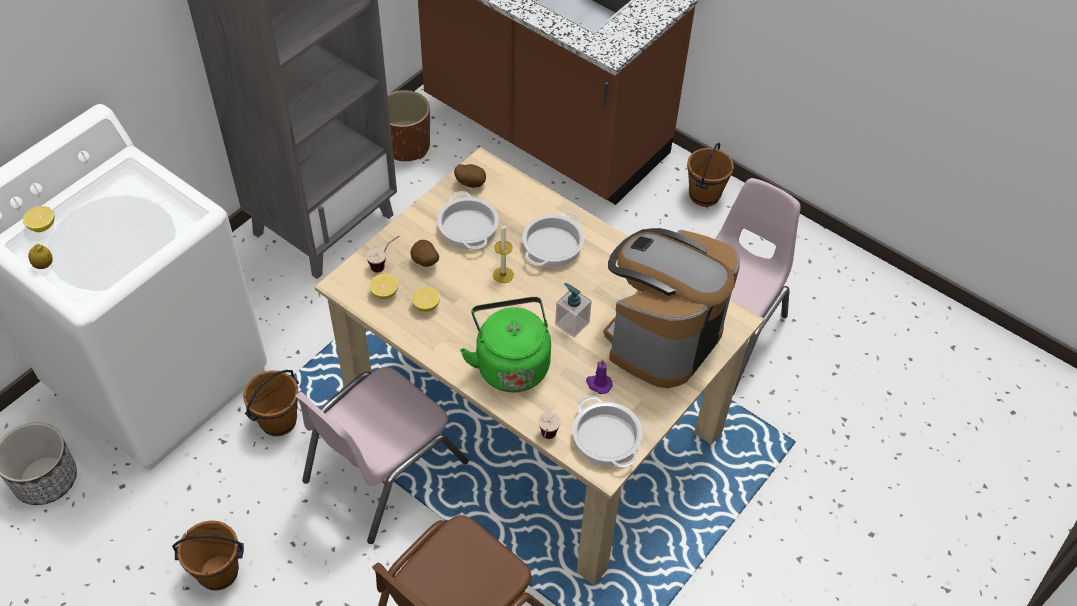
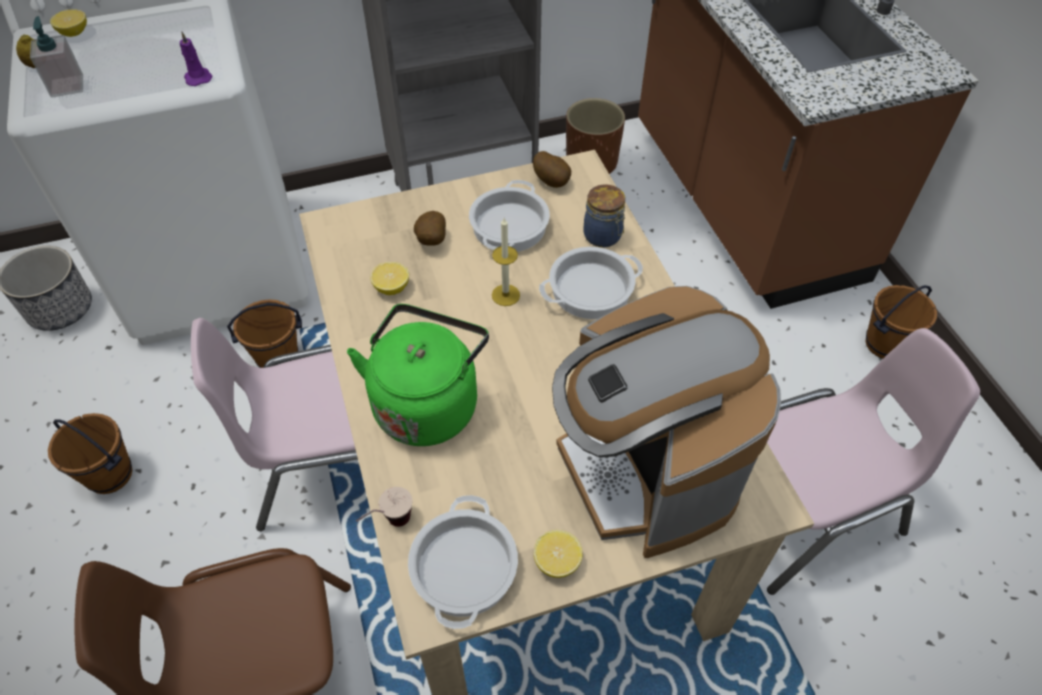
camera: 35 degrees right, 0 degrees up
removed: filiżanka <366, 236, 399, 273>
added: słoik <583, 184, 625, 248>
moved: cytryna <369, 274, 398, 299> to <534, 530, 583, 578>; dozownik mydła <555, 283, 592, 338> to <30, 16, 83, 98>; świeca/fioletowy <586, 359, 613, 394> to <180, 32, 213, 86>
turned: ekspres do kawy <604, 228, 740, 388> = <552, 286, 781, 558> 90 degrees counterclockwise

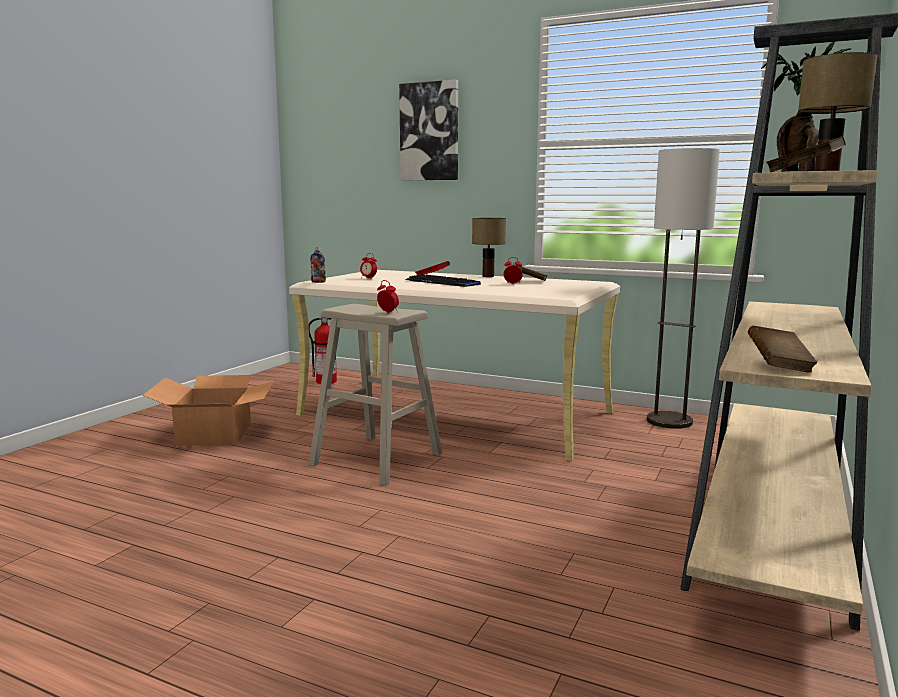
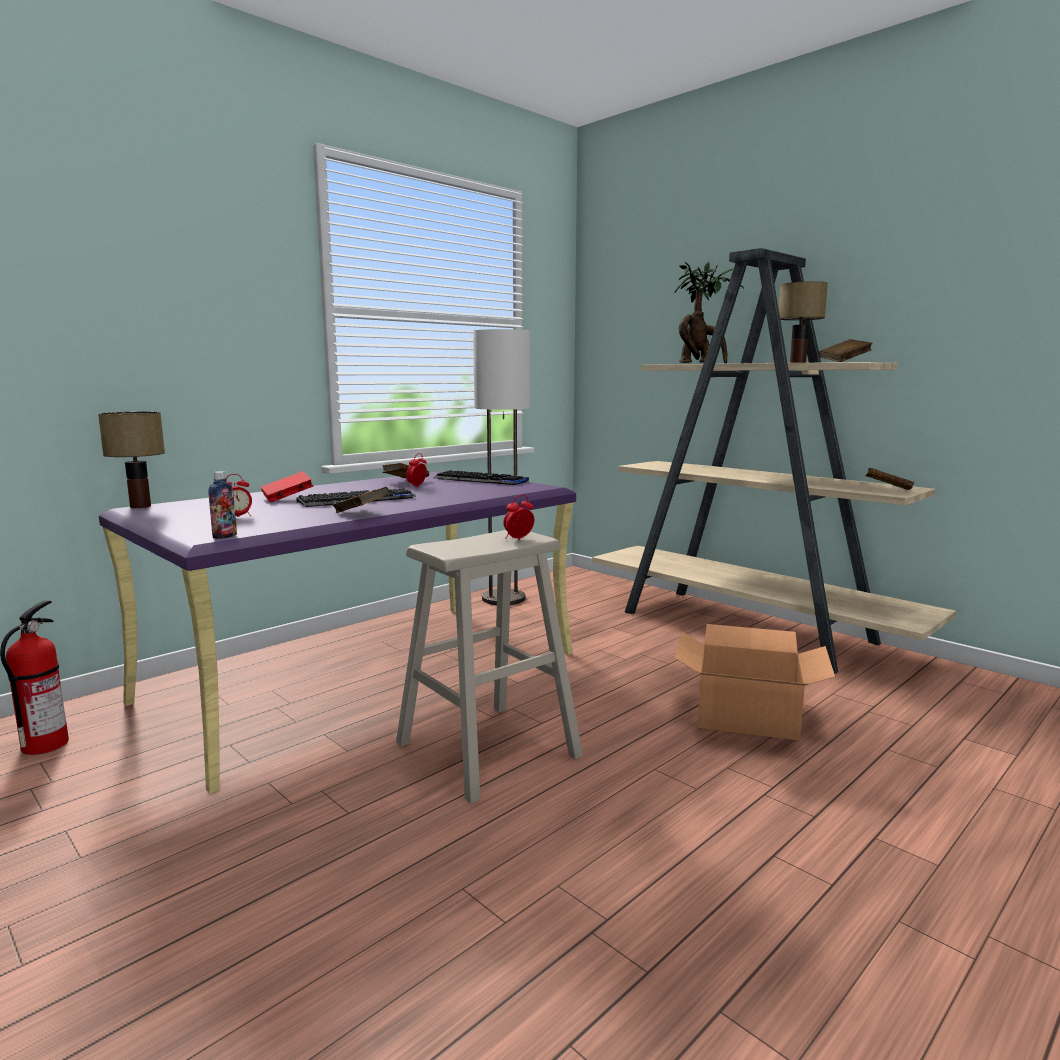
camera: 70 degrees left, 0 degrees up
removed: obraz <399, 79, 458, 180>
added: klawiatura <433, 470, 529, 485>; książka/brązowy <332, 487, 389, 513>
moved: lampa stołowa <472, 218, 506, 277> to <98, 412, 165, 508>; karton <143, 375, 275, 446> to <675, 624, 835, 740>
recoloured: biurko/beżowy <289, 270, 620, 461> to biurko/fioletowy <99, 470, 576, 794>

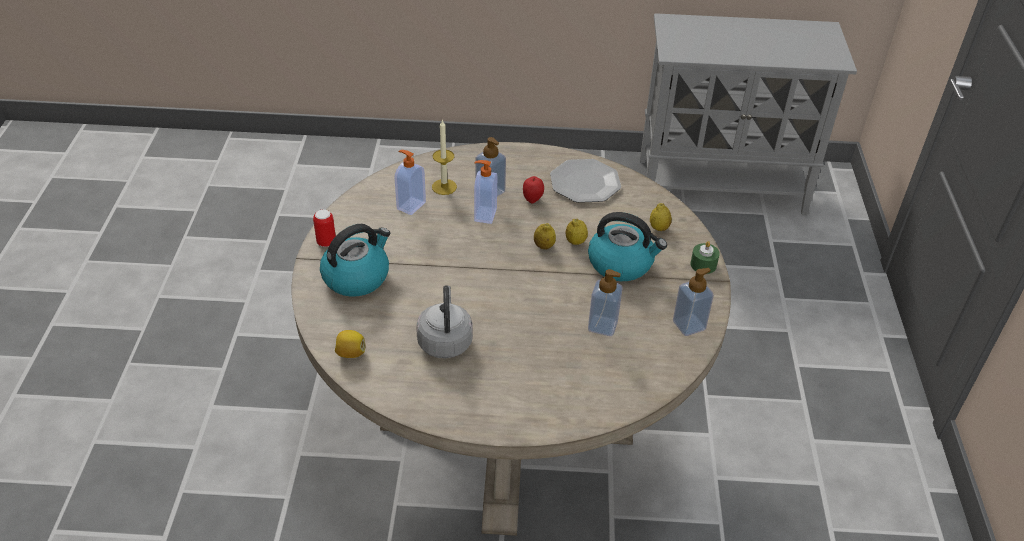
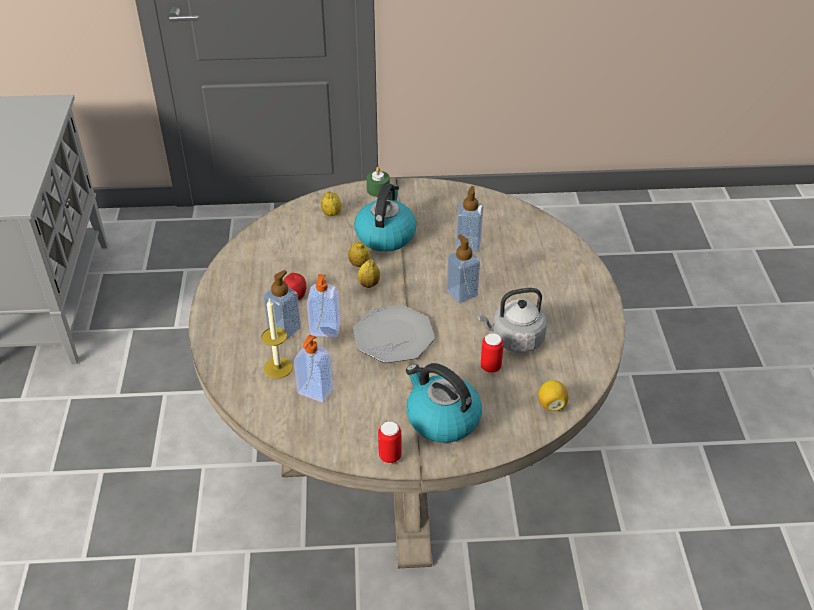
camera: 95 degrees left, 0 degrees up
added: puszka <481, 333, 504, 373>
moved: talerz <550, 159, 621, 203> to <353, 305, 435, 363>; dozownik mydła <673, 268, 714, 336> to <447, 234, 480, 303>

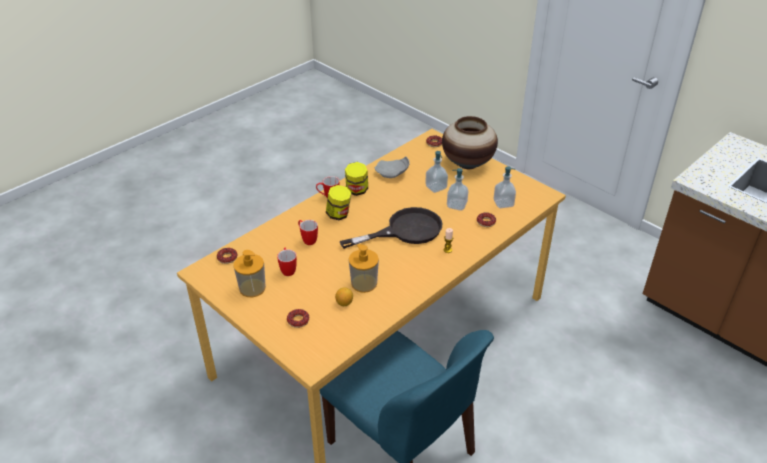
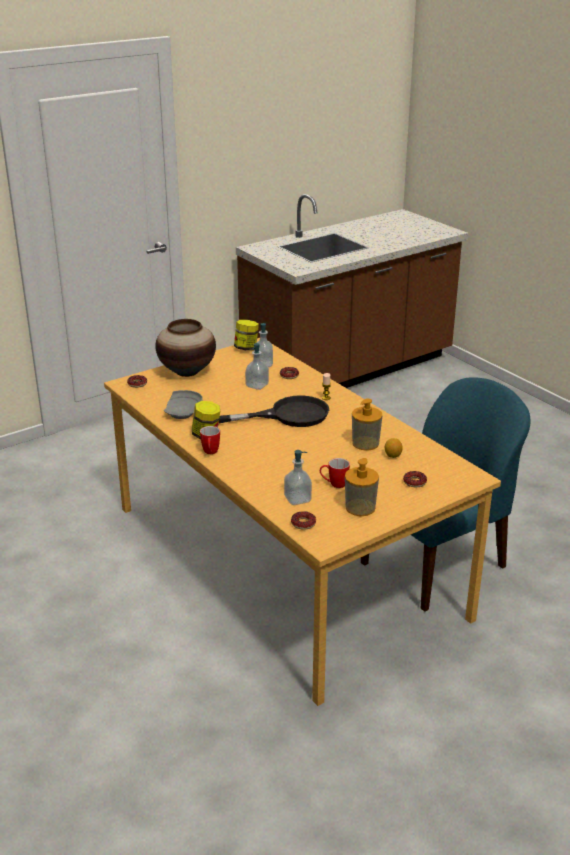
camera: 80 degrees left, 10 degrees down
removed: kubek <298, 220, 318, 245>
moved: dozownik mydła <425, 151, 448, 193> to <284, 450, 312, 505>; słoik <326, 185, 351, 220> to <234, 320, 259, 350>
turned: patelnia/czarny <340, 207, 442, 249> = <219, 395, 329, 427> 90 degrees clockwise

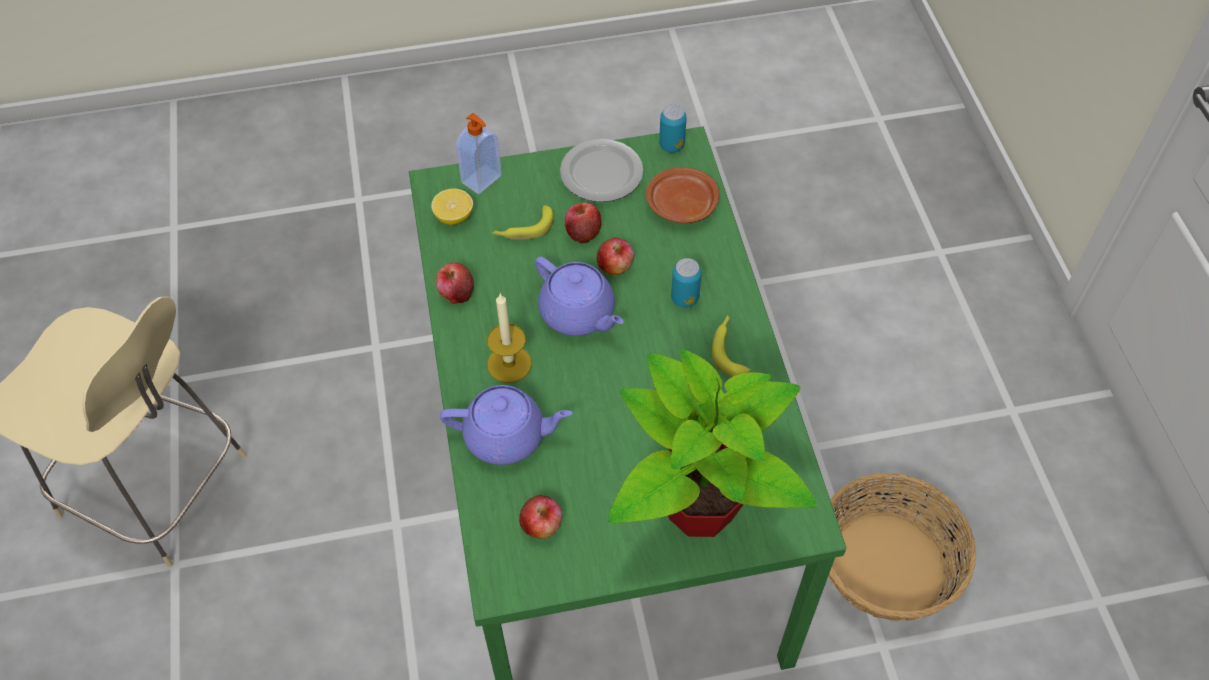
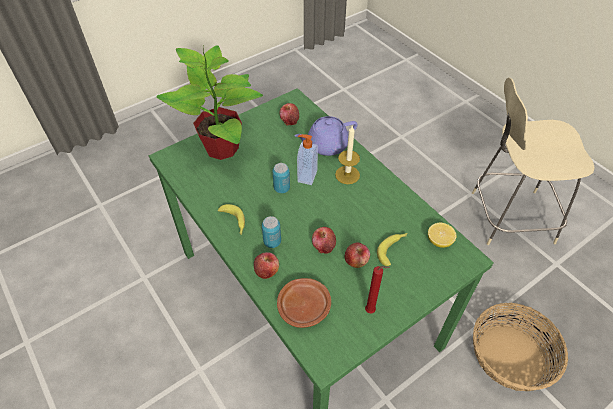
camera: 155 degrees right, 5 degrees down
removed: imbryk/fioletowy <535, 256, 624, 336>
moved: puszka <659, 104, 687, 153> to <272, 163, 290, 193>; dozownik mydła <456, 113, 502, 194> to <297, 134, 318, 185>; jabłko <436, 262, 474, 304> to <254, 252, 279, 279>; koszyk <828, 473, 976, 621> to <473, 303, 568, 391>
replaced: talerz <560, 139, 643, 202> to świeca/czerwony <365, 266, 390, 313>

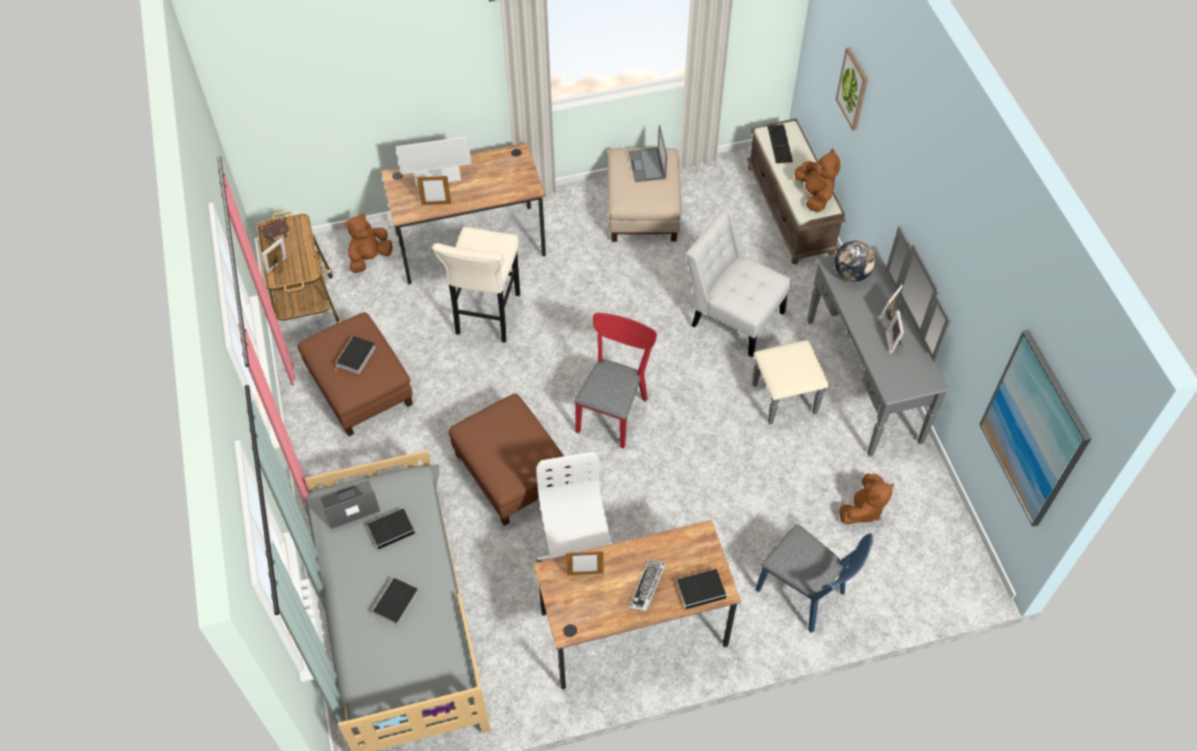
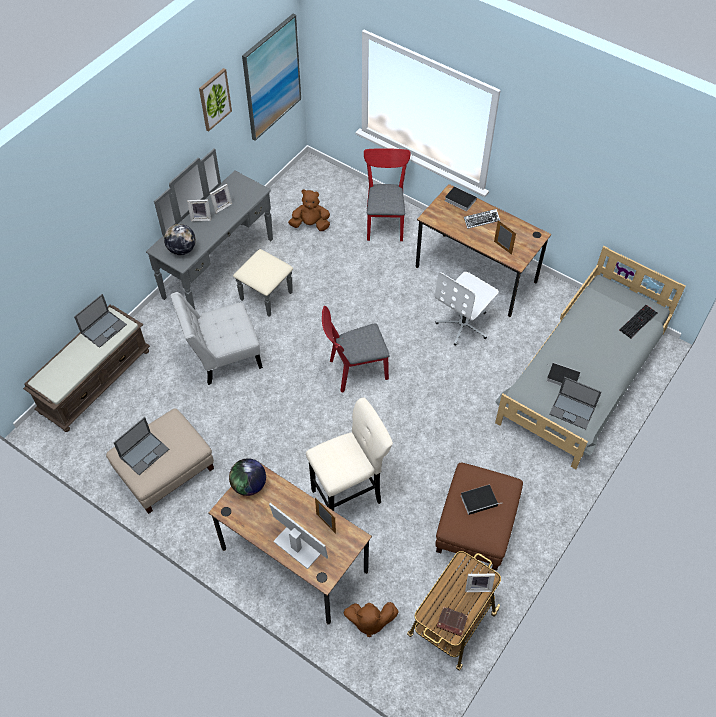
camera: 130 degrees left, 0 degrees up
removed: pufa/brązowy <448, 394, 570, 526>; książka <370, 577, 419, 626>
added: globus <229, 458, 266, 496>
moved: obraz <836, 47, 868, 131> to <199, 68, 232, 131>; klawiatura <767, 124, 793, 163> to <619, 305, 657, 338>
replaced: pluszak/brązowy <795, 148, 840, 212> to laptop <74, 294, 127, 348>
recoloured: krzesło/niebieski <755, 524, 873, 633> to krzesło/czerwony <364, 148, 411, 241>
turned: krzesło/biały <686, 209, 791, 357> = <170, 292, 263, 385> 75 degrees clockwise

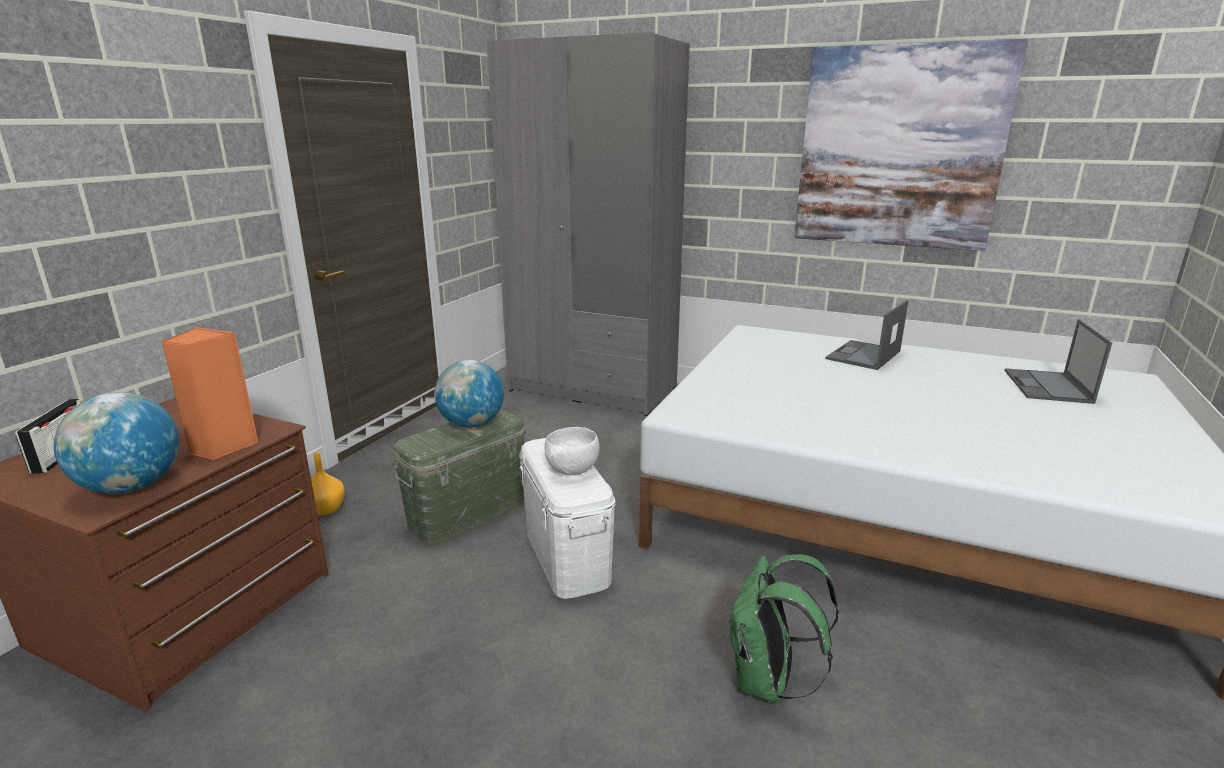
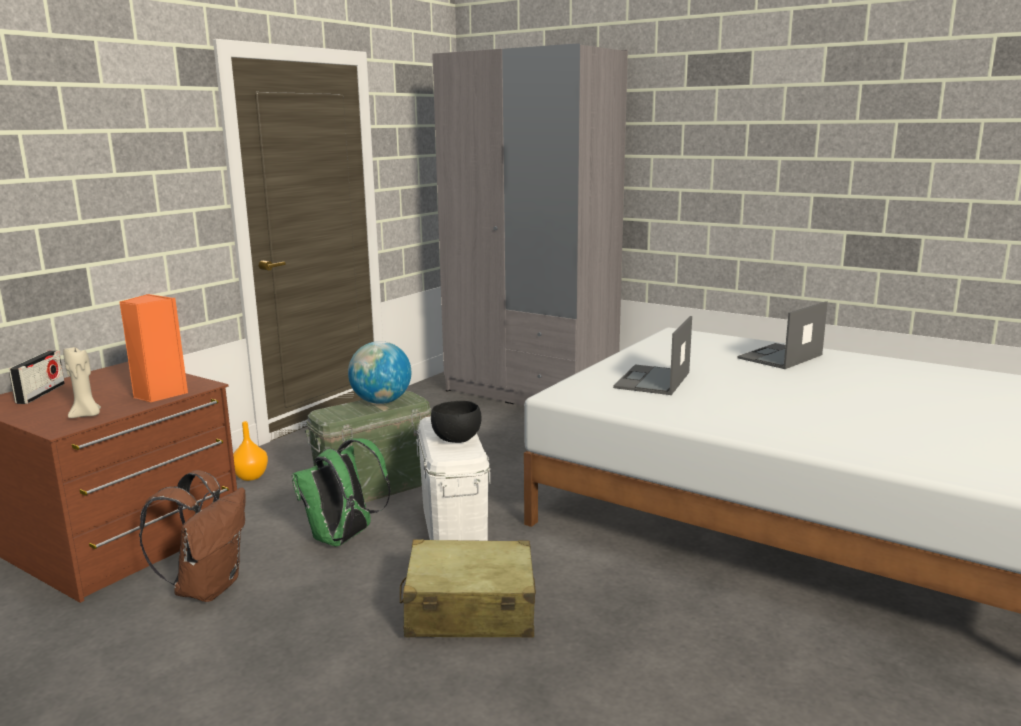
camera: 10 degrees right, 5 degrees down
removed: obraz <794, 39, 1028, 251>
added: plecak/brązowy <139, 470, 246, 602>; walizka/beżowy <400, 539, 536, 638>
moved: laptop <1005, 319, 1112, 404> to <613, 316, 692, 395>; plecak/zielony <729, 554, 839, 703> to <292, 438, 391, 547>
replaced: globus <54, 392, 179, 494> to świeca/beżowy <63, 347, 101, 418>
recoloured: miska/biały <545, 427, 600, 475> to miska/czarny <431, 401, 481, 443>

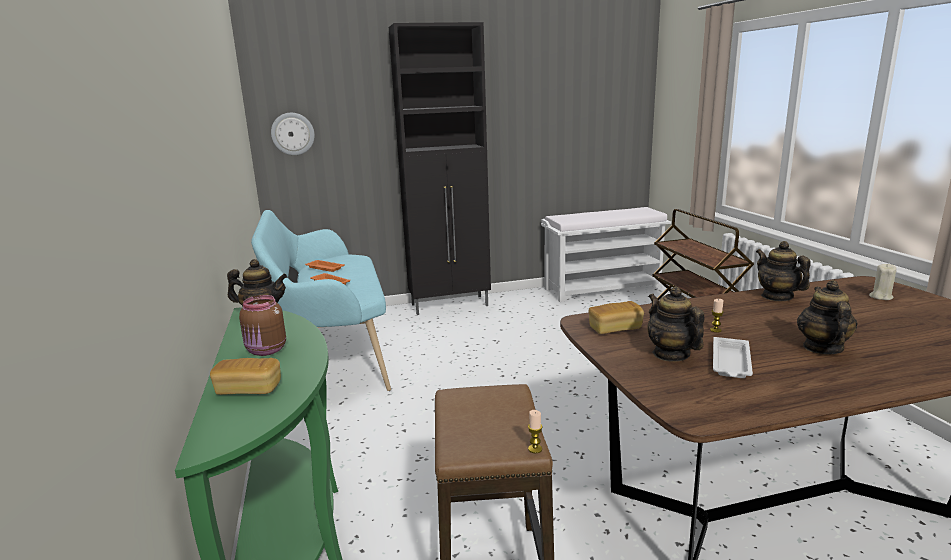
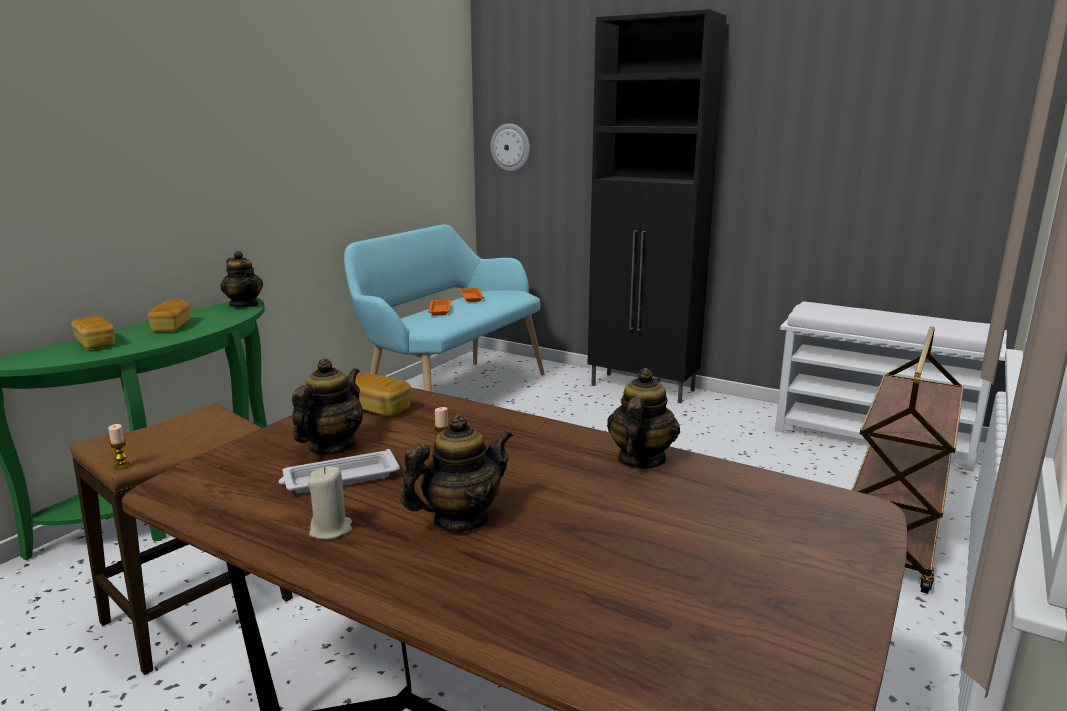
camera: 45 degrees right, 0 degrees up
moved: świeca/beżowy <869, 263, 897, 300> to <308, 467, 352, 539>
replaced: słoik/brązowy <239, 295, 286, 356> to chleb <148, 299, 190, 332>

